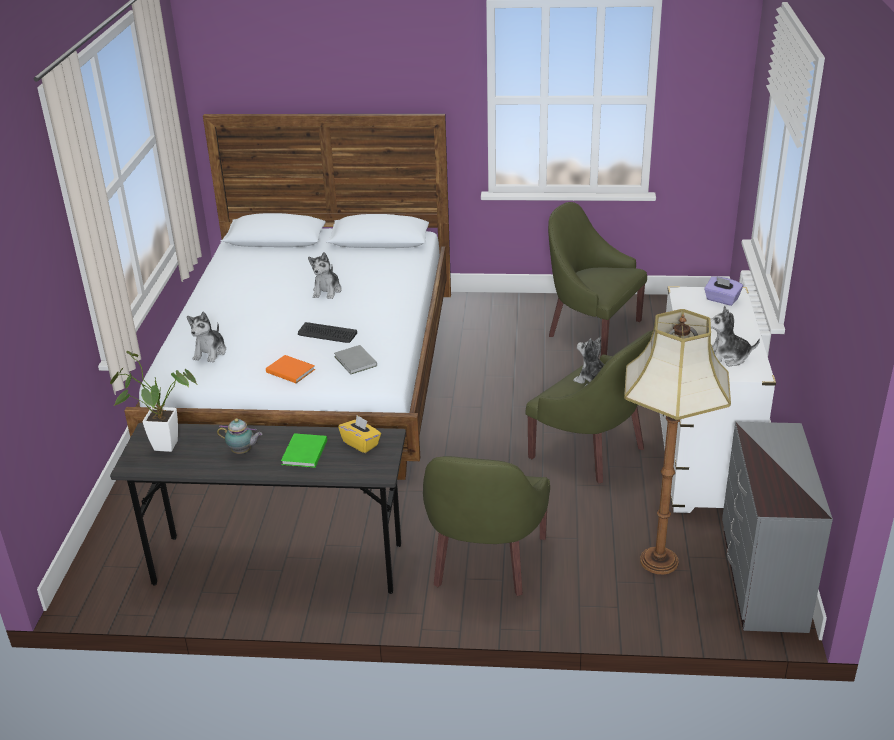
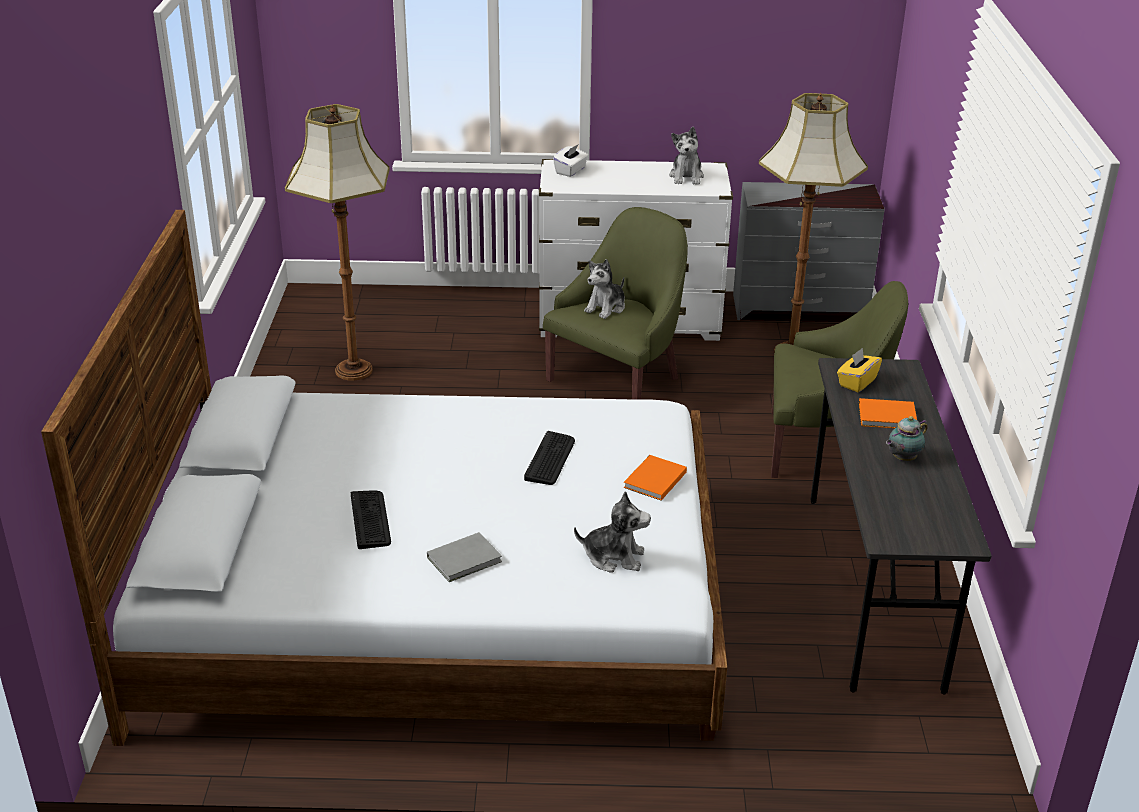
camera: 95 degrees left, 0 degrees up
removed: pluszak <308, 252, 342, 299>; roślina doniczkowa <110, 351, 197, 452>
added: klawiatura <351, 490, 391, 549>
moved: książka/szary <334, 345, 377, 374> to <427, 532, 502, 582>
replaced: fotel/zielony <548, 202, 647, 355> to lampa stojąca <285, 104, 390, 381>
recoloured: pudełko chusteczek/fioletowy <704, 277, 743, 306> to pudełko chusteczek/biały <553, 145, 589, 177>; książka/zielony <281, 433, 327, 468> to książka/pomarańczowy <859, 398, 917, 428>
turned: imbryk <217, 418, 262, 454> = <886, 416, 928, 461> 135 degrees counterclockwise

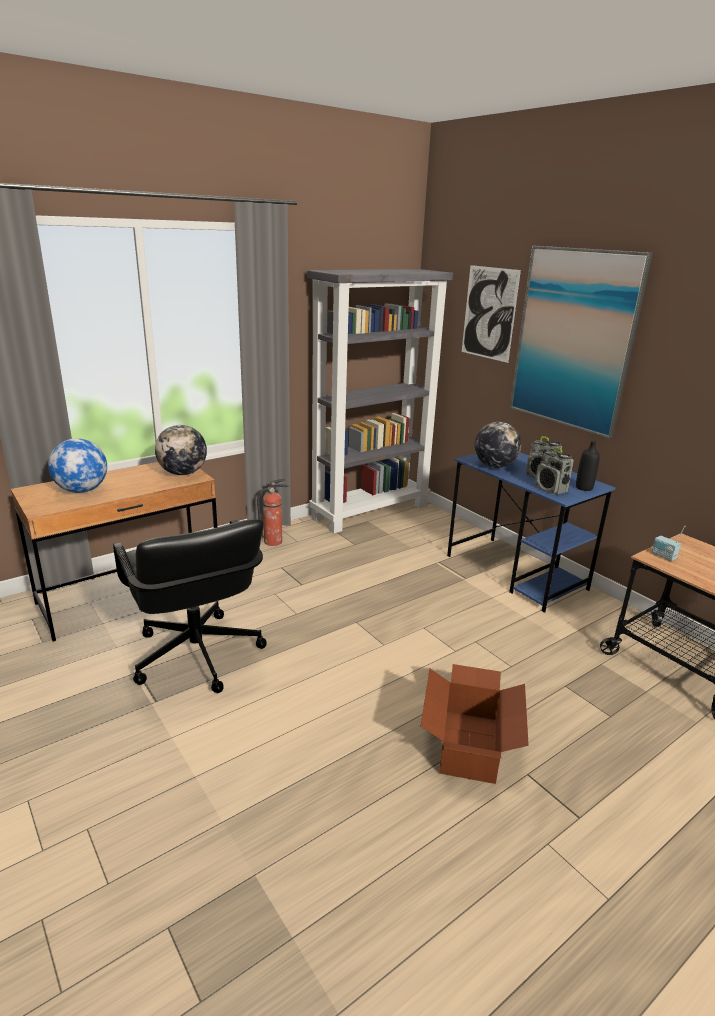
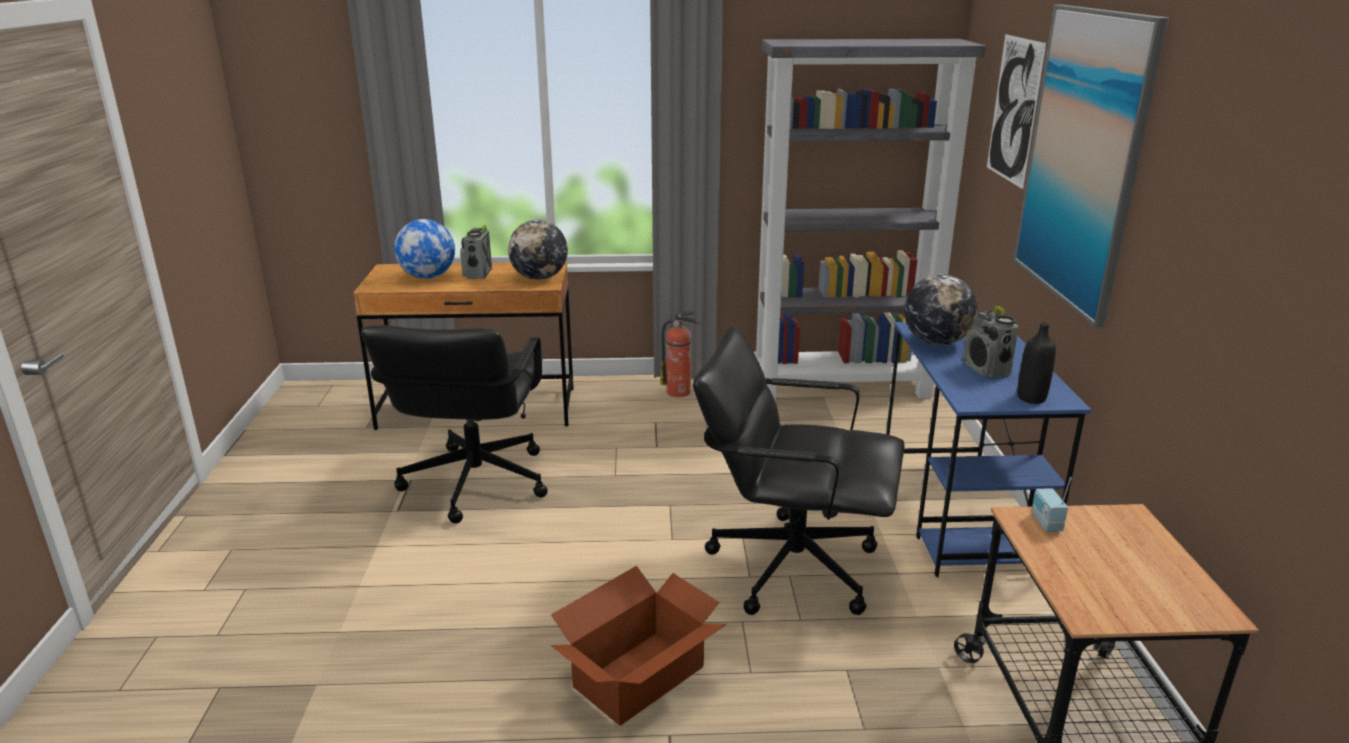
camera: 35 degrees right, 0 degrees up
added: krzesło biurowe/czarny <693, 325, 905, 615>
moved: radio <535, 447, 574, 495> to <460, 225, 492, 279>

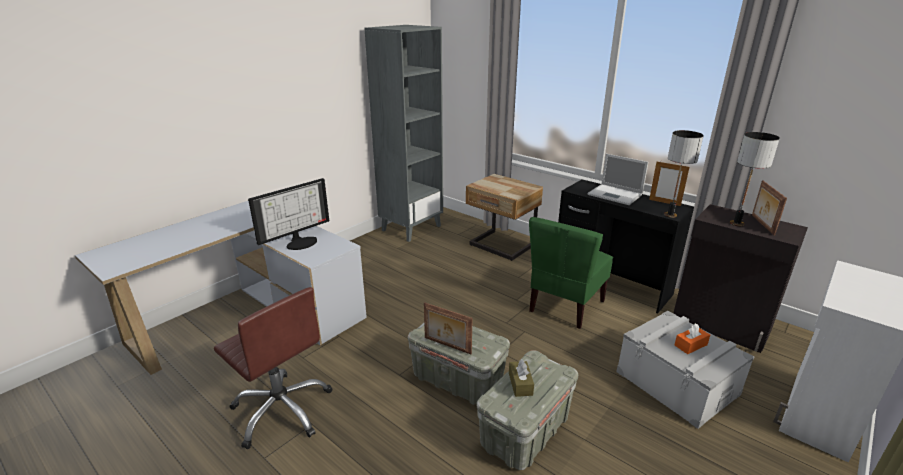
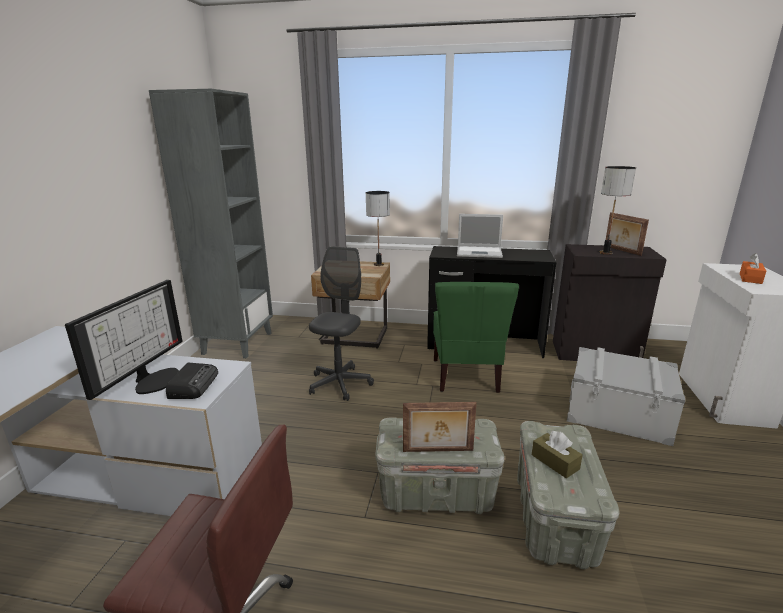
camera: 30 degrees left, 5 degrees down
removed: ramka na zdjęcie <649, 162, 689, 206>
added: krzesło biurowe/szary <309, 246, 374, 401>; radio <166, 363, 218, 399>
moved: lampa stołowa <664, 130, 704, 218> to <366, 191, 390, 266>; pudełko chusteczek/pomarańczowy <675, 323, 710, 354> to <740, 253, 766, 284>

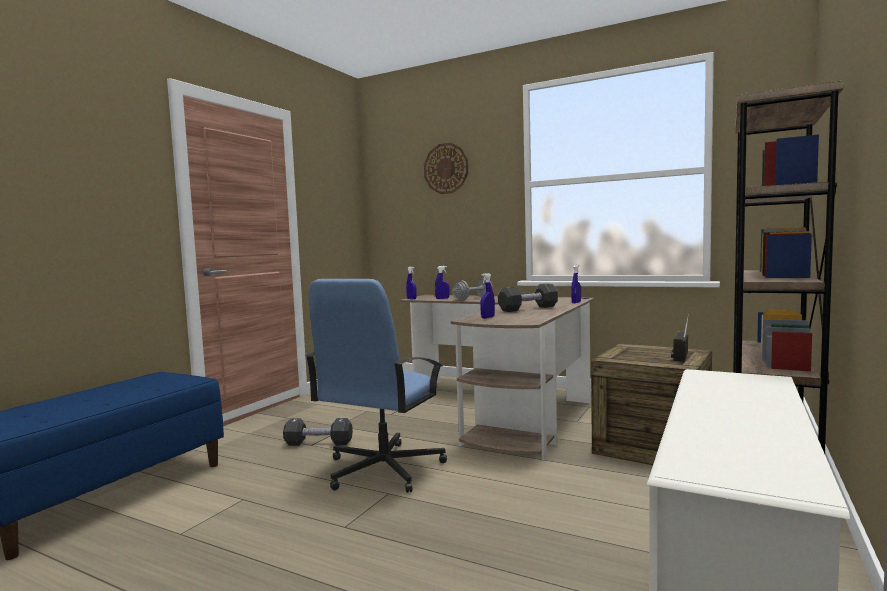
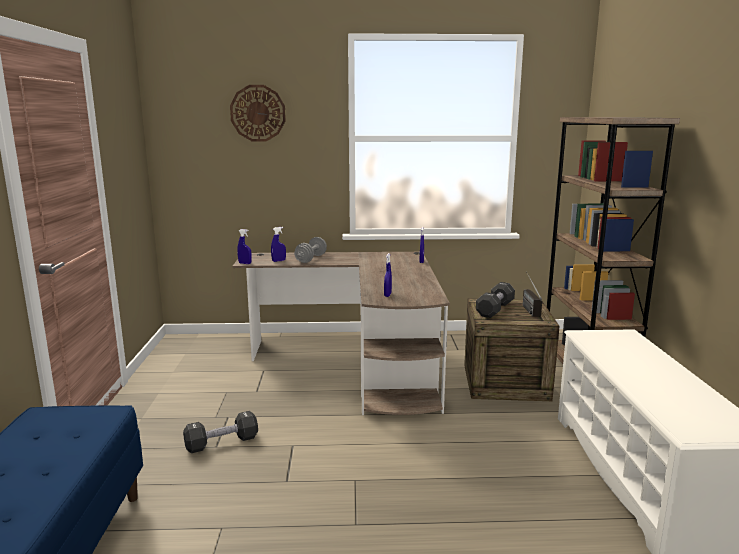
camera: 30 degrees left, 10 degrees up
removed: krzesło biurowe/niebieski <305, 279, 447, 493>
moved: hantel/czarny <498, 284, 558, 312> to <476, 282, 515, 318>

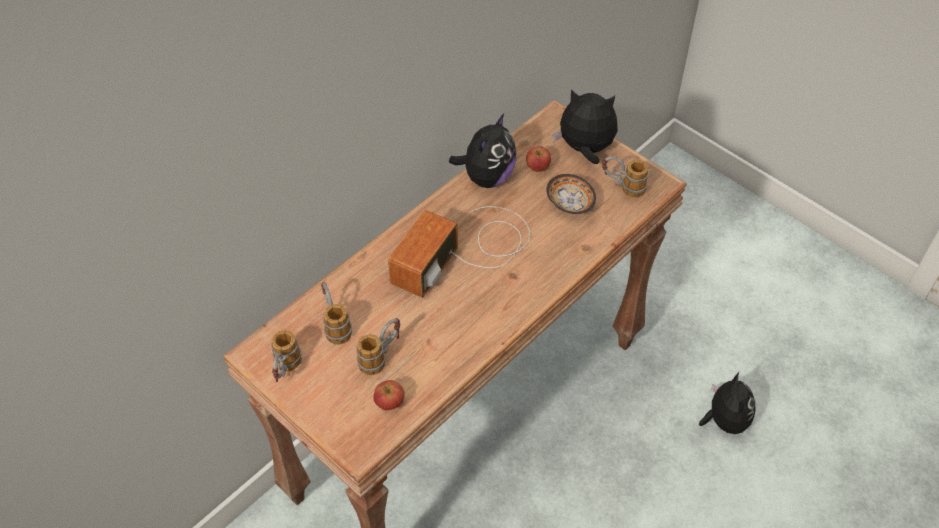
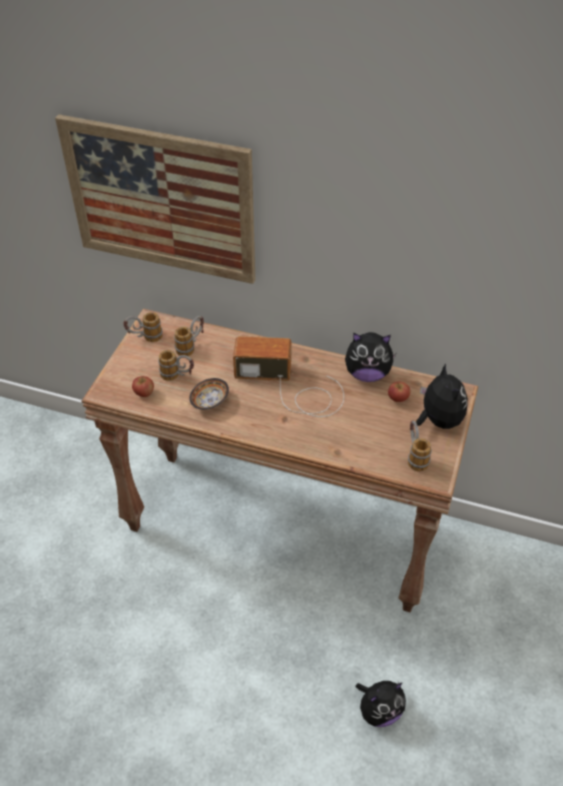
camera: 65 degrees right, 5 degrees down
added: obraz <55, 114, 256, 284>
moved: miska <546, 174, 596, 214> to <189, 378, 229, 410>

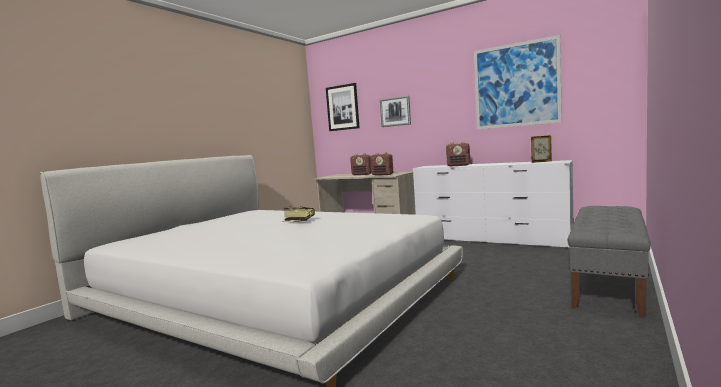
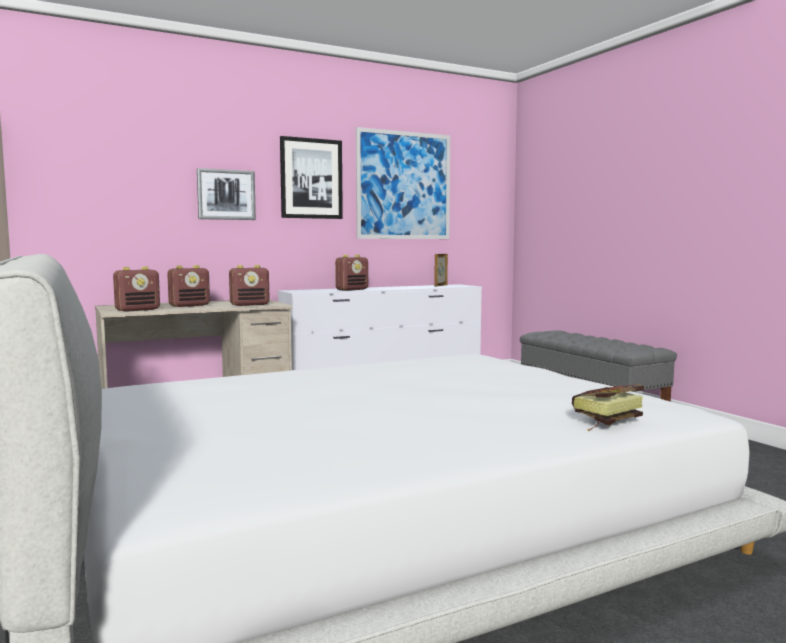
camera: 60 degrees left, 0 degrees up
added: radio <113, 267, 160, 312>
moved: obraz <326, 83, 360, 131> to <280, 136, 343, 219>; książka <284, 206, 315, 222> to <572, 384, 644, 431>

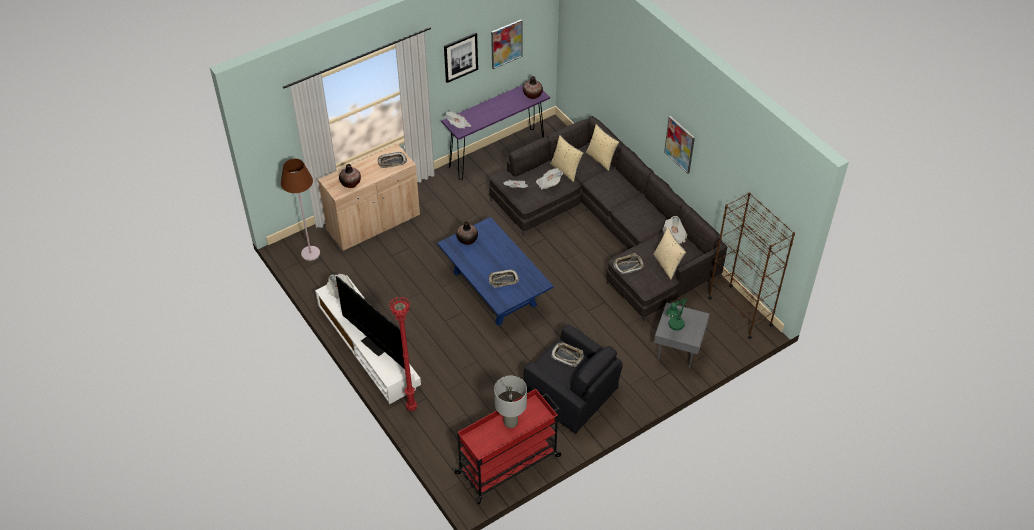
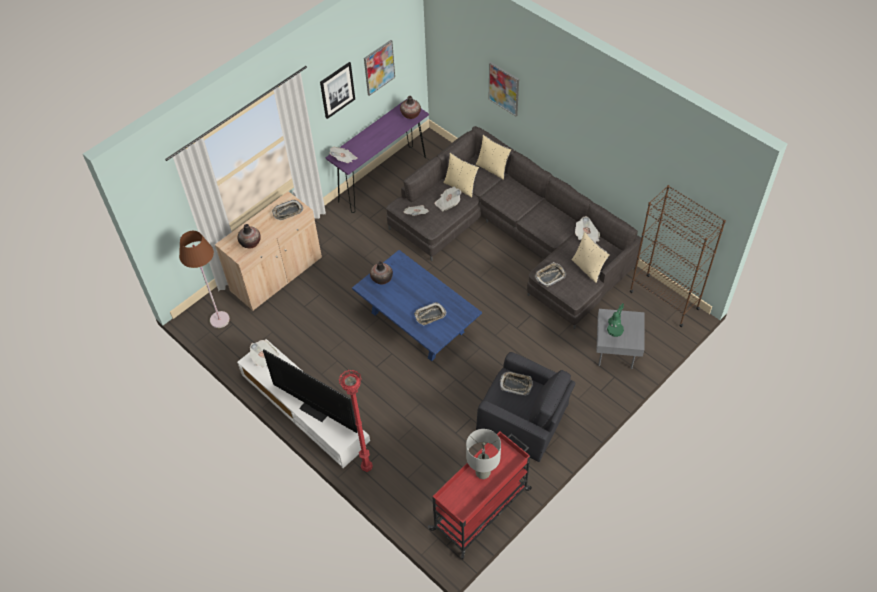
camera: 10 degrees left, 5 degrees up
moved: obraz <664, 116, 695, 174> to <489, 62, 519, 116>

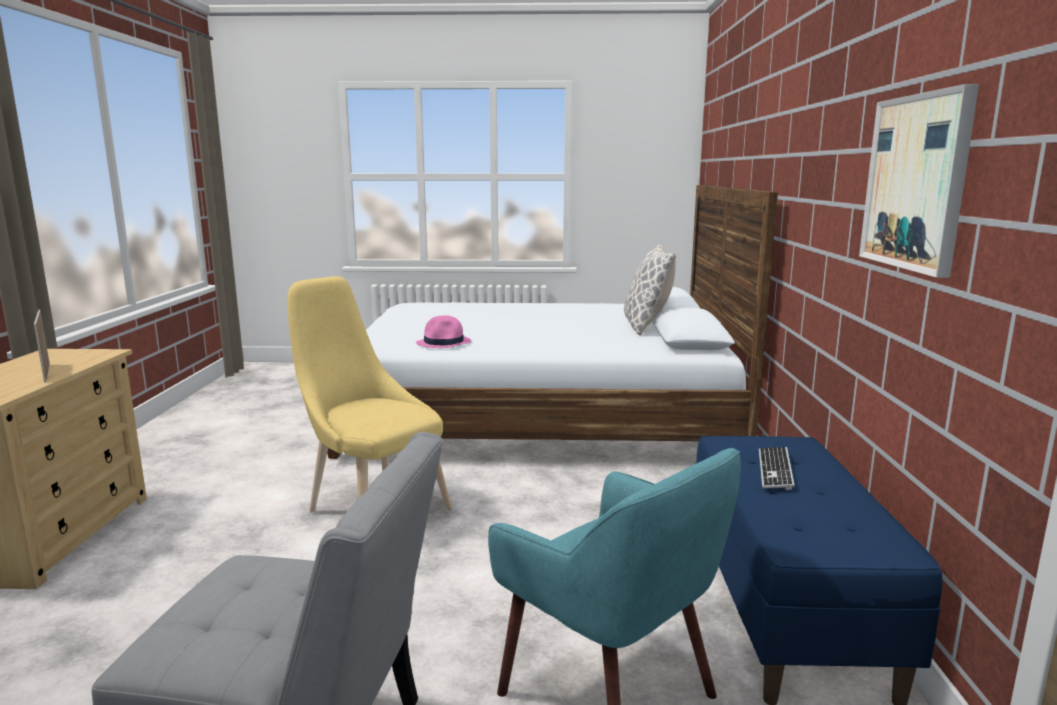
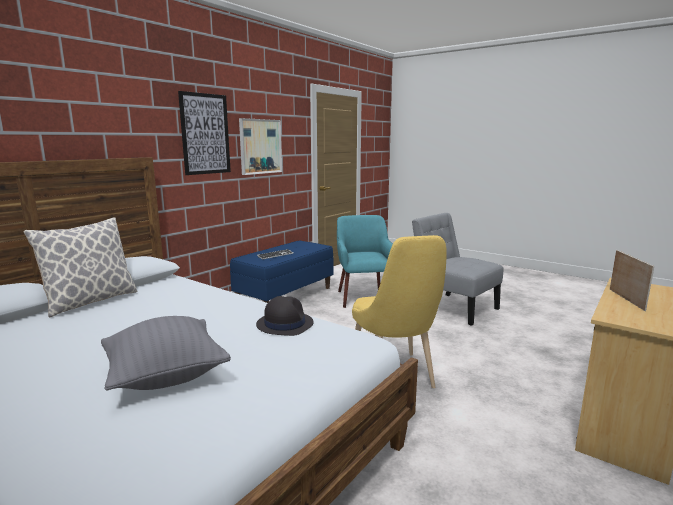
camera: 145 degrees left, 0 degrees up
added: obraz <178, 91, 231, 175>; poduszka/szary <101, 316, 231, 391>
recoloured: kapelusz/różowy <416, 315, 471, 348> to kapelusz/czarny <256, 296, 314, 336>

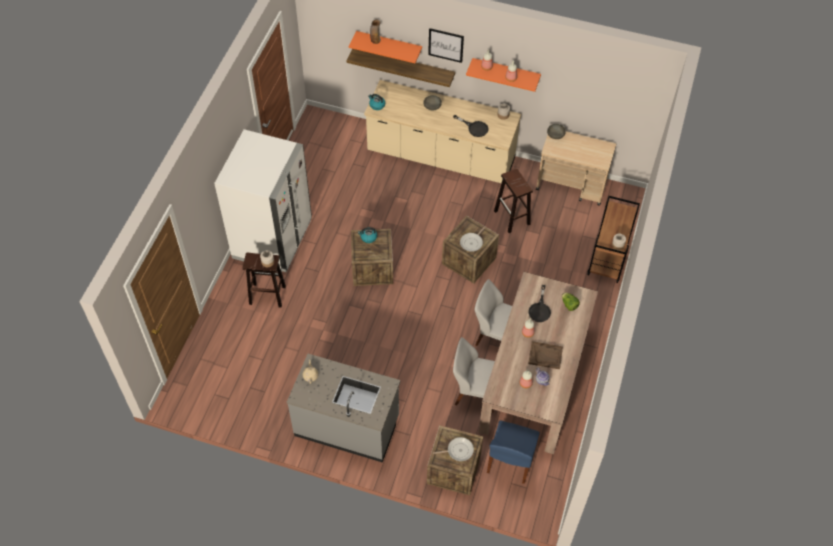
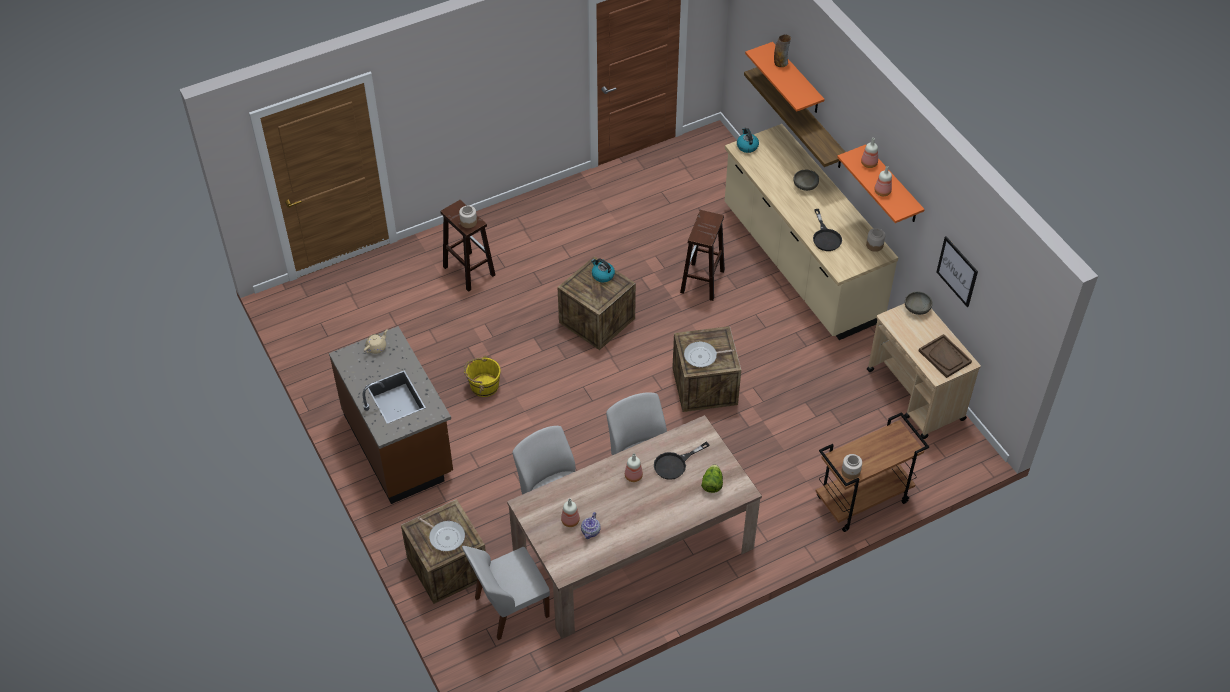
camera: 45 degrees right, 5 degrees down
removed: lodówka/biały <214, 129, 312, 272>
added: wiadro/żółty <464, 356, 501, 397>
moved: obraz <428, 28, 464, 63> to <937, 236, 978, 307>; stołek/brązowy <494, 168, 533, 233> to <680, 210, 725, 301>; taca/brązowy <528, 341, 563, 369> to <919, 334, 972, 378>
recoloured: zabudowa kuchenna/szary <287, 354, 400, 463> to zabudowa kuchenna/brązowy <329, 326, 453, 504>; krzesło/niebieski <487, 420, 540, 484> to krzesło/biały <462, 546, 550, 640>

